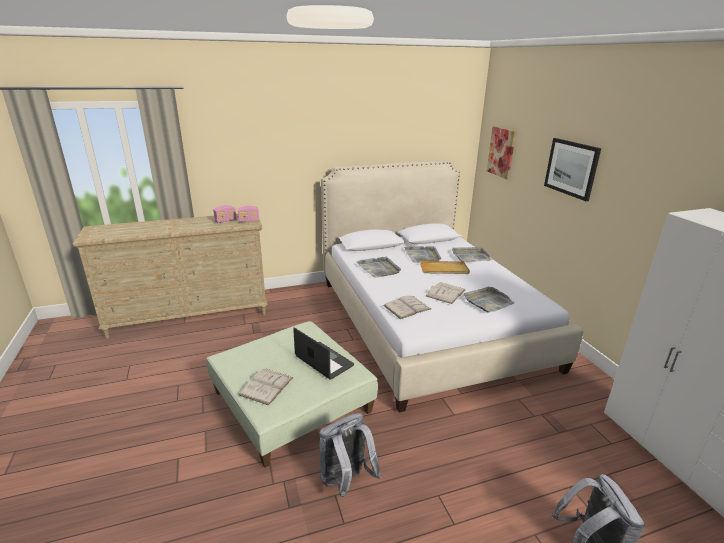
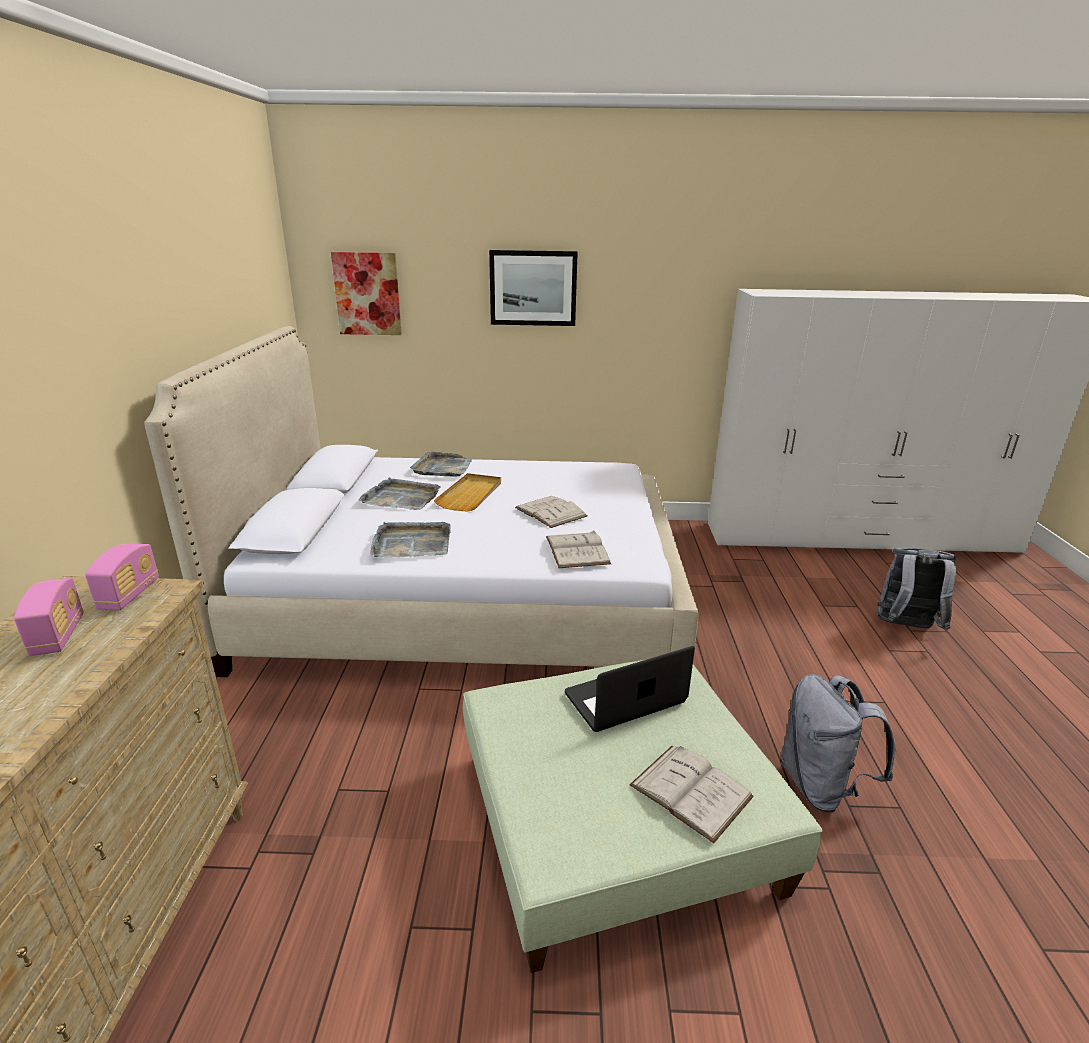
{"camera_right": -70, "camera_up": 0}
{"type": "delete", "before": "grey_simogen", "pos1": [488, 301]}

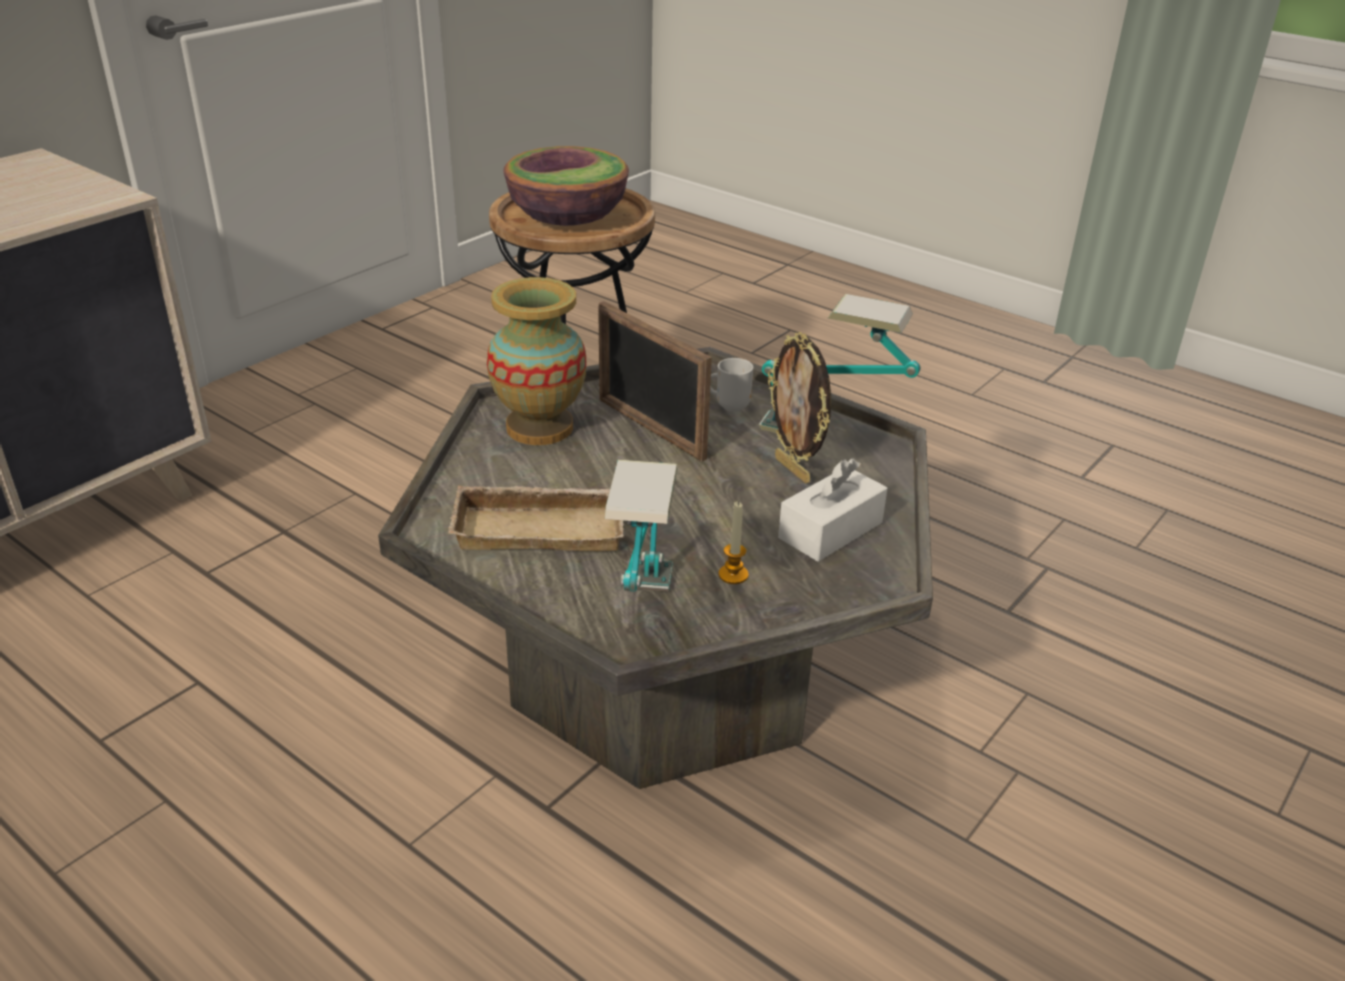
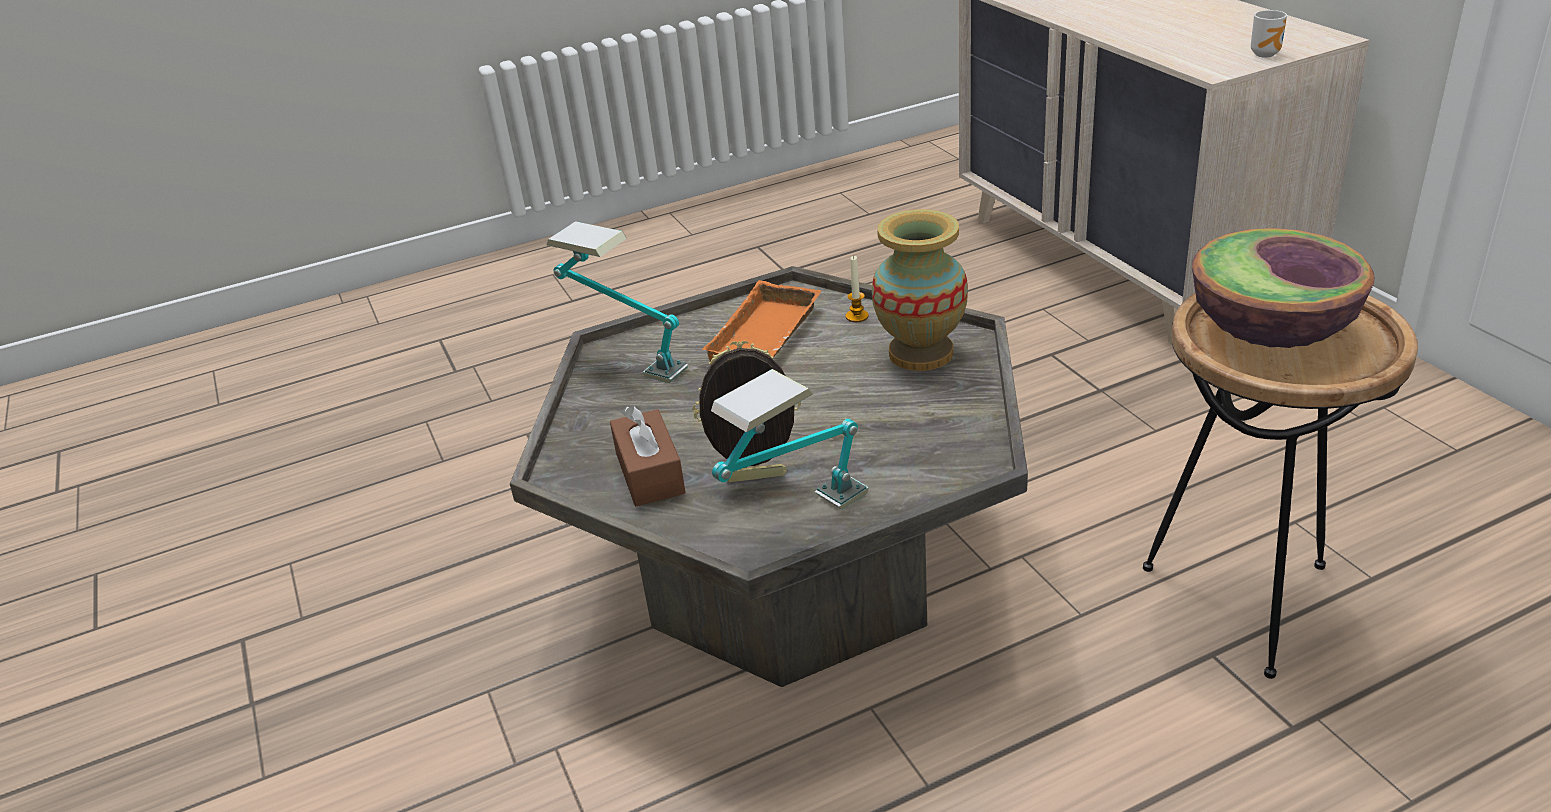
{"camera_right": 120, "camera_up": 0}
{"type": "recolor", "before": "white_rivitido", "after": "brown_rivitido", "pos1": [830, 530], "pos2": [650, 473]}
{"type": "recolor", "before": "beige_simogen", "after": "orange_simogen", "pos1": [542, 526], "pos2": [768, 336]}
{"type": "move", "before": "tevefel", "pos1": [733, 575], "pos2": [857, 316]}
{"type": "move", "before": "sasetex", "pos1": [730, 406], "pos2": [1267, 54]}
{"type": "delete", "before": "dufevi", "pos1": [650, 429]}

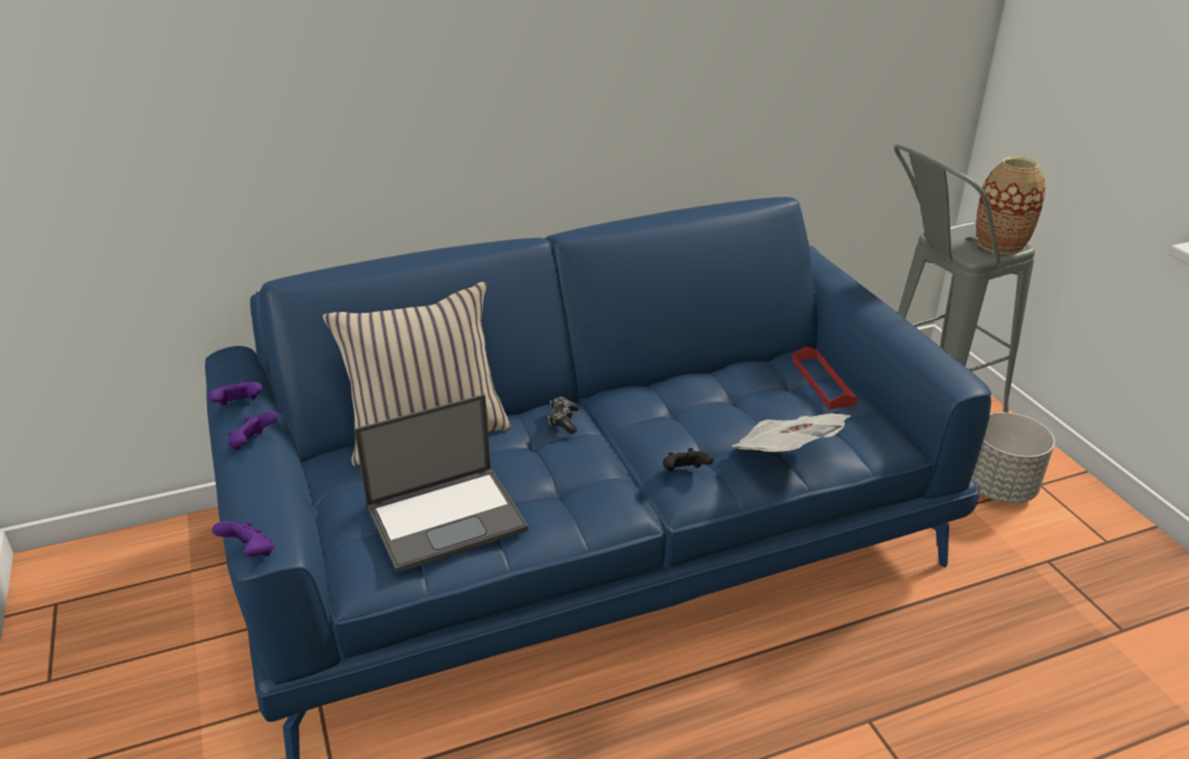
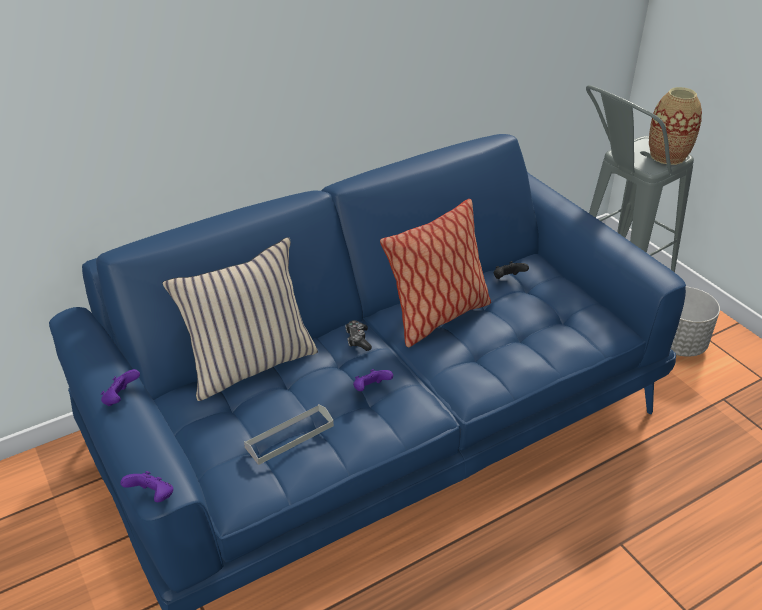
{"camera_right": -10, "camera_up": 5}
{"type": "replace", "before": "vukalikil", "after": "grey_simogen", "pos1": [448, 517], "pos2": [289, 436]}
{"type": "move", "before": "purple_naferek", "pos1": [239, 406], "pos2": [371, 389]}
{"type": "insert", "after": "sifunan", "pos2": [438, 317]}
{"type": "move", "before": "black_naferek", "pos1": [685, 473], "pos2": [508, 279]}
{"type": "delete", "before": "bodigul", "pos1": [786, 454]}
{"type": "delete", "before": "red_simogen", "pos1": [822, 382]}

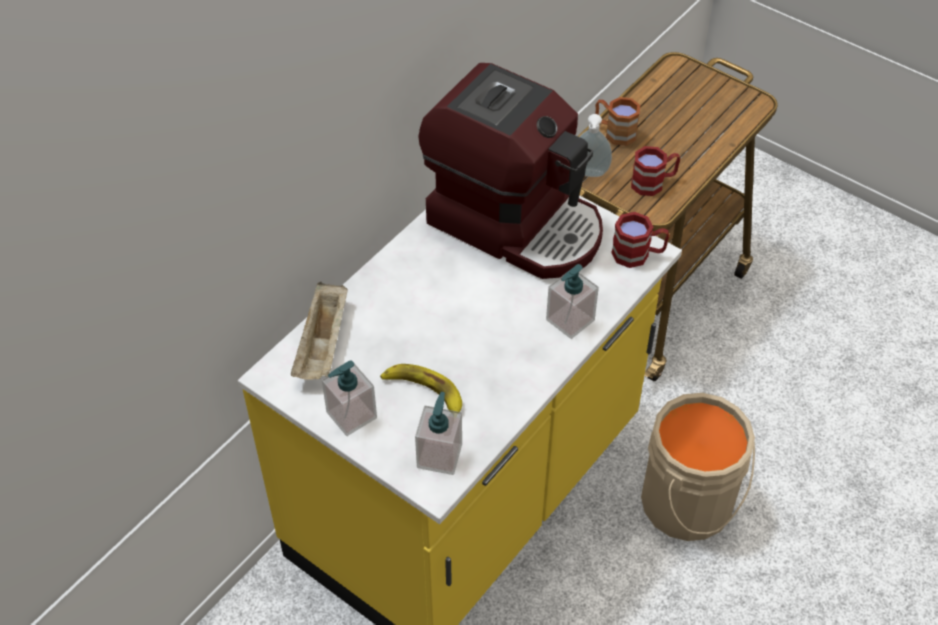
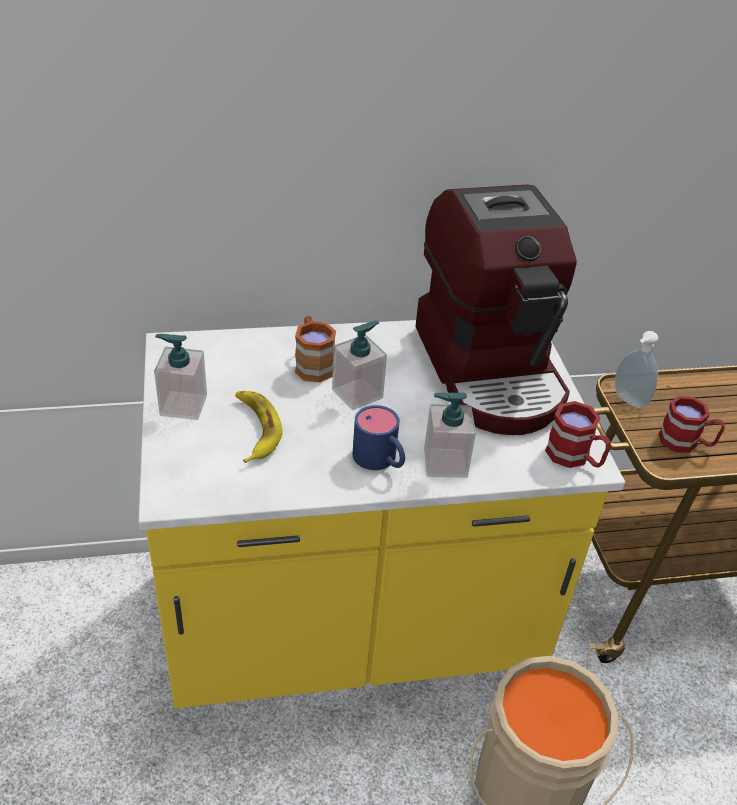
{"camera_right": 40, "camera_up": -10}
{"type": "move", "before": "brown_sasetex", "pos1": [614, 132], "pos2": [312, 364]}
{"type": "move", "before": "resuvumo", "pos1": [439, 455], "pos2": [357, 393]}
{"type": "insert", "after": "blue_sasetex", "pos2": [380, 461]}
{"type": "delete", "before": "beige_simogen", "pos1": [323, 345]}

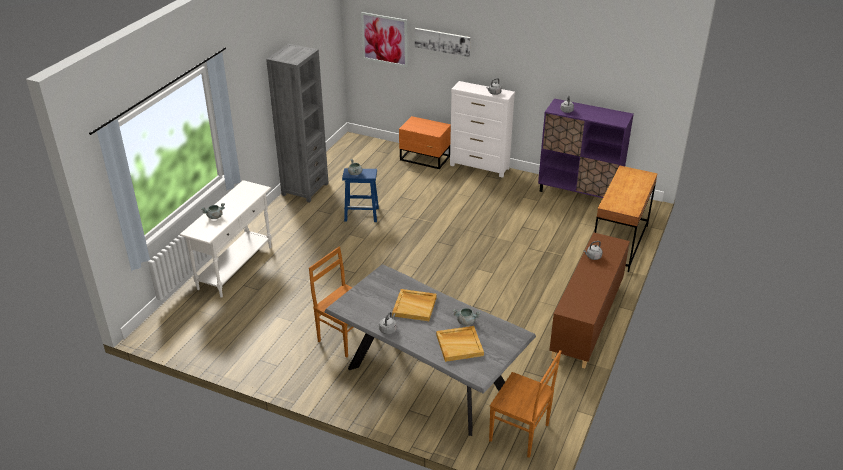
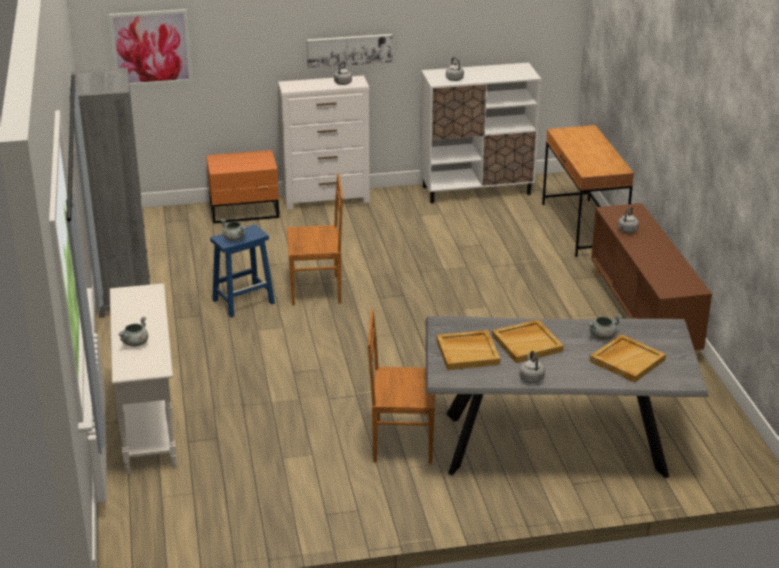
{"camera_right": -35, "camera_up": -5}
{"type": "move", "before": "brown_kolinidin", "pos1": [520, 433], "pos2": [317, 290]}
{"type": "move", "before": "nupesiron", "pos1": [442, 41], "pos2": [349, 50]}
{"type": "recolor", "before": "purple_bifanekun", "after": "white_bifanekun", "pos1": [579, 193], "pos2": [477, 190]}
{"type": "insert", "after": "beige_simogen", "pos2": [468, 352]}

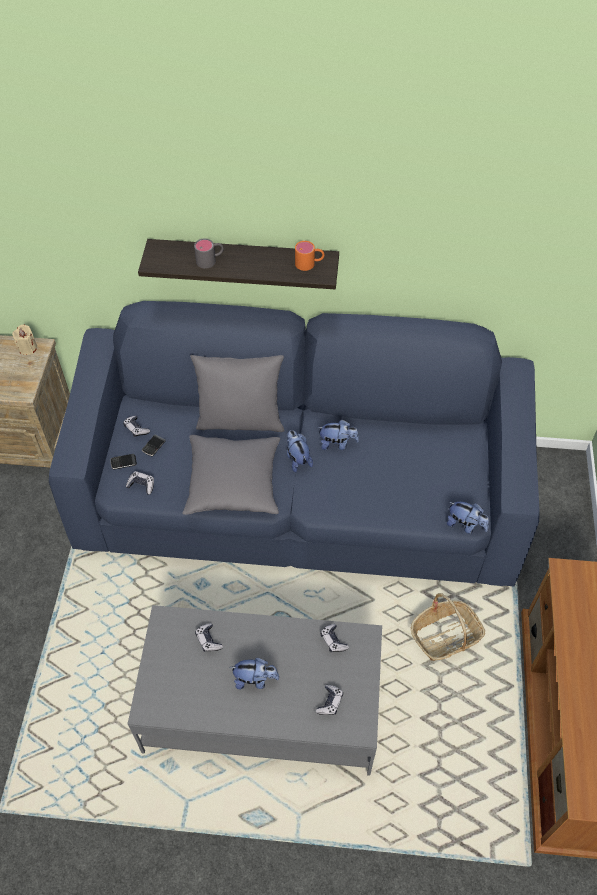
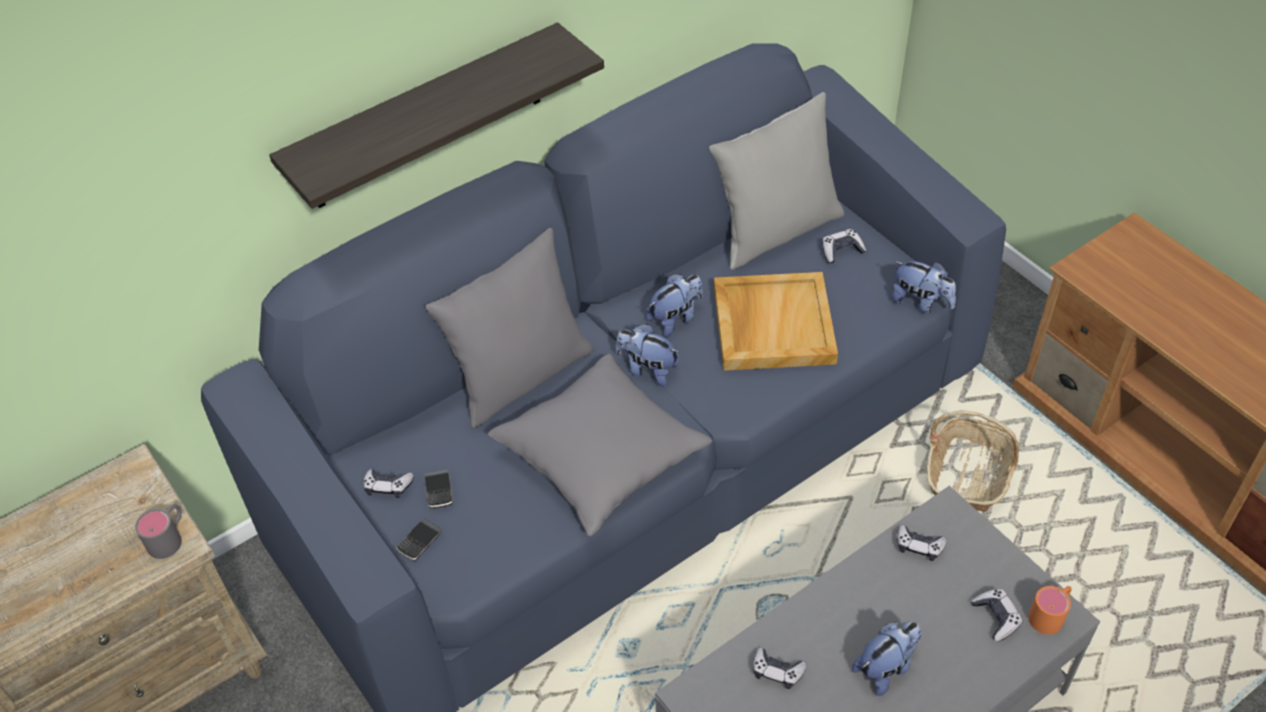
{"camera_right": -40, "camera_up": -5}
{"type": "move", "before": "grey_sasetex", "pos1": [210, 260], "pos2": [169, 537]}
{"type": "insert", "after": "grey_sifunan", "pos2": [776, 231]}
{"type": "insert", "after": "beige_simogen", "pos2": [772, 324]}
{"type": "move", "before": "naferek", "pos1": [141, 485], "pos2": [841, 251]}
{"type": "rotate", "before": "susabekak", "pos1": [465, 525], "pos2": [920, 302], "turn": 45}
{"type": "move", "before": "orange_sasetex", "pos1": [309, 263], "pos2": [1050, 614]}
{"type": "delete", "before": "beige_tevefel", "pos1": [27, 348]}

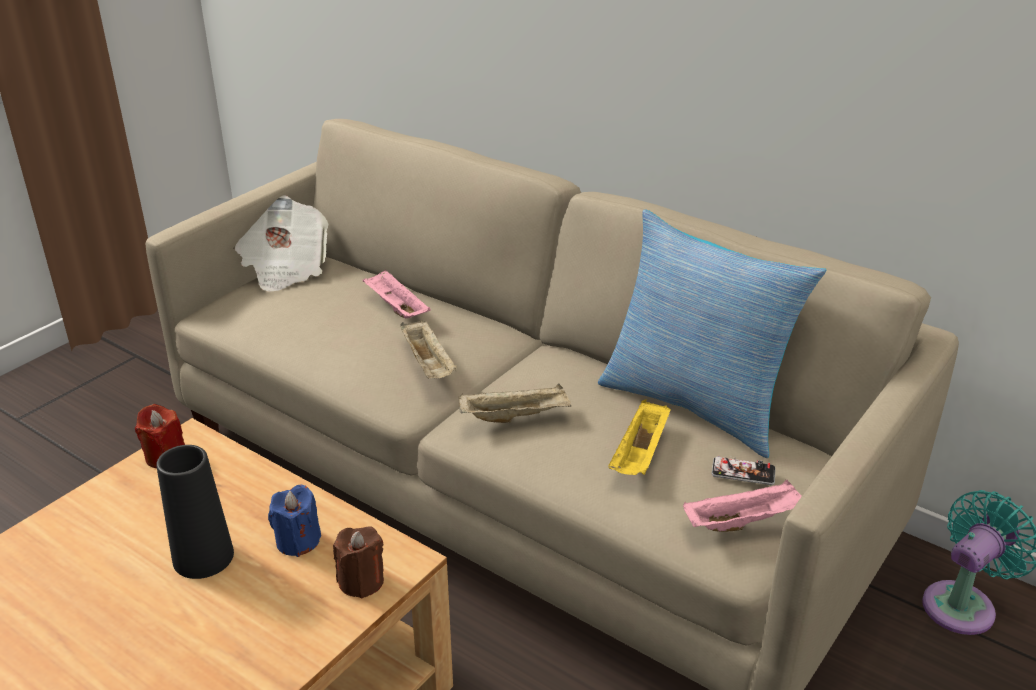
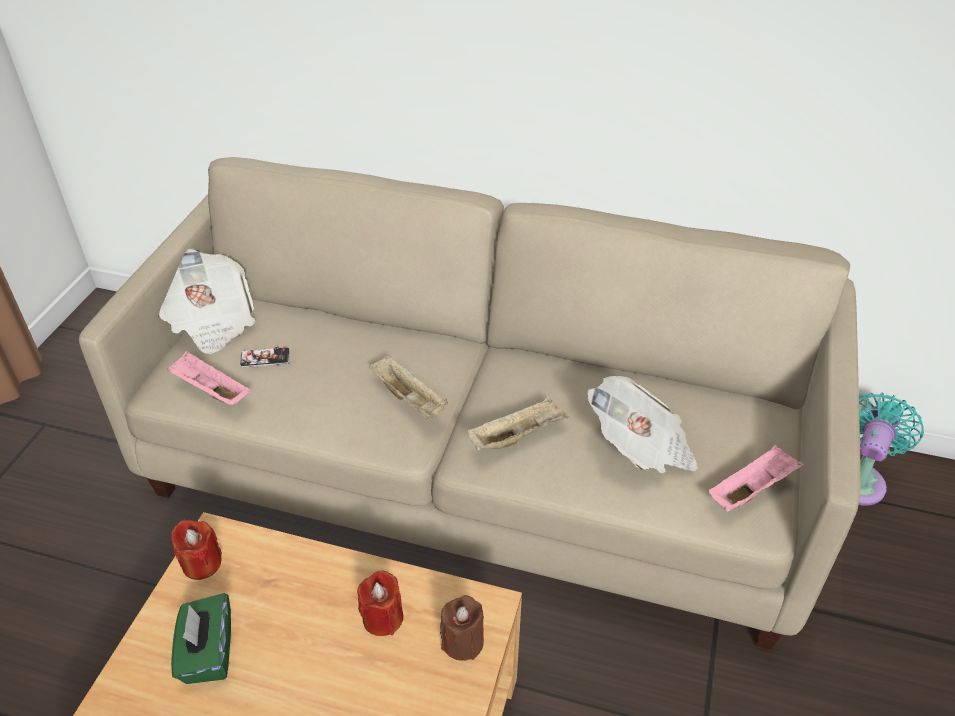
{"camera_right": -20, "camera_up": 10}
{"type": "move", "before": "pink_simogen", "pos1": [395, 308], "pos2": [210, 391]}
{"type": "insert", "after": "green_rivitido", "pos2": [208, 653]}
{"type": "move", "before": "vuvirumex", "pos1": [743, 472], "pos2": [265, 358]}
{"type": "recolor", "before": "blue_tevefel", "after": "red_tevefel", "pos1": [298, 541], "pos2": [382, 618]}
{"type": "replace", "before": "yellow_simogen", "after": "bodigul", "pos1": [640, 455], "pos2": [641, 447]}
{"type": "delete", "before": "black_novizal", "pos1": [203, 557]}
{"type": "delete", "before": "sifunan", "pos1": [696, 404]}

